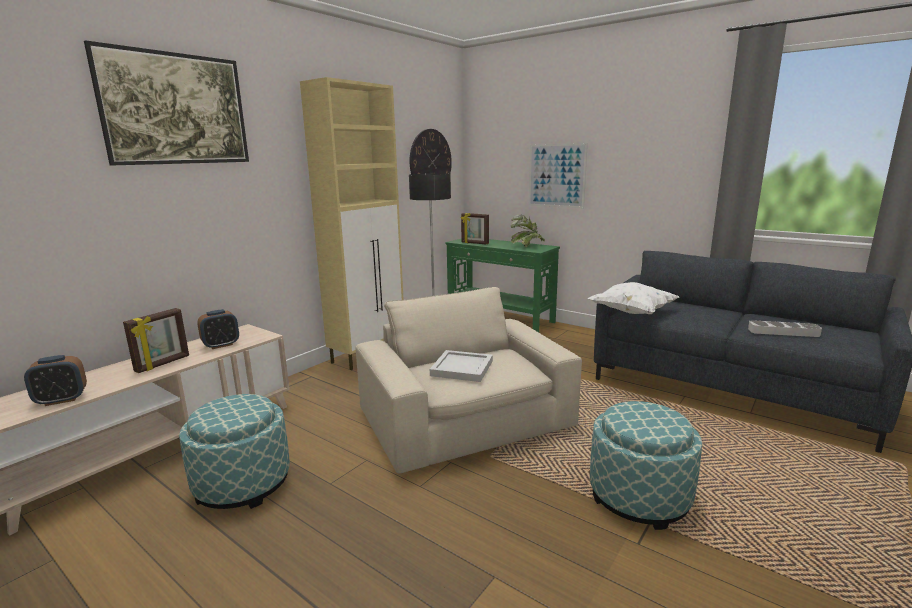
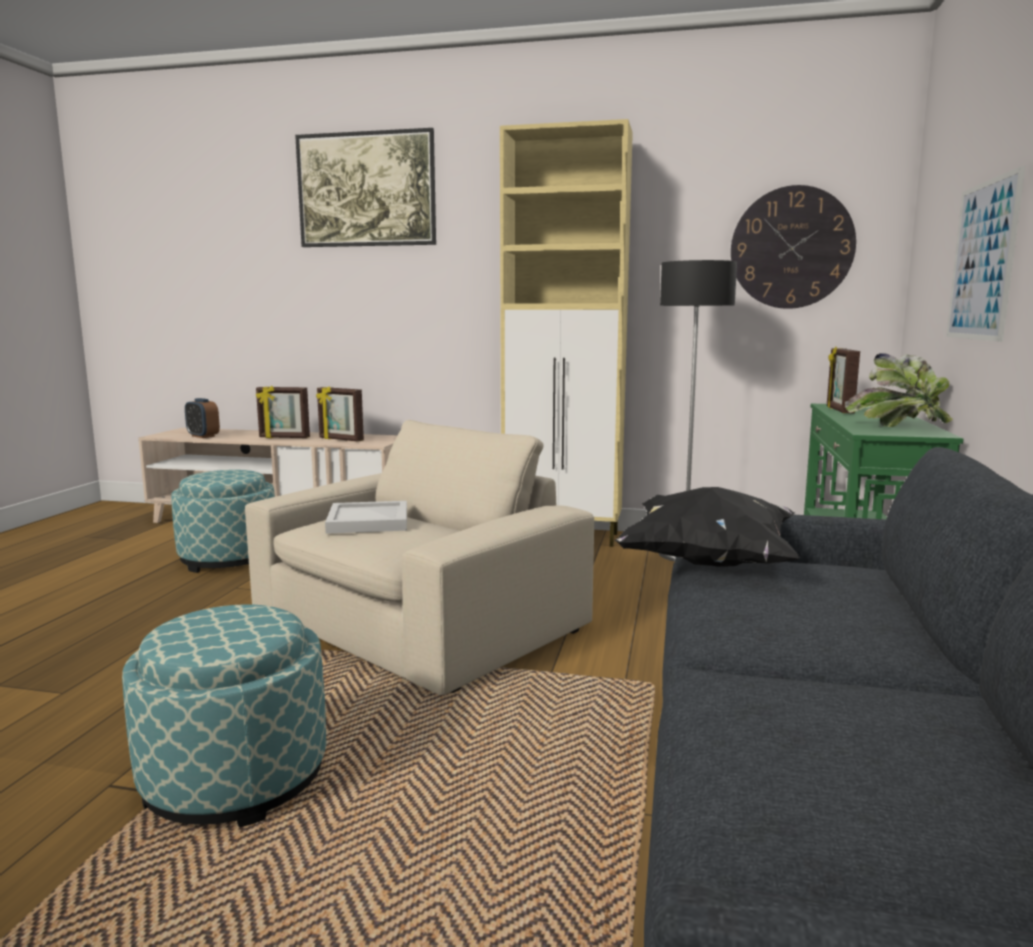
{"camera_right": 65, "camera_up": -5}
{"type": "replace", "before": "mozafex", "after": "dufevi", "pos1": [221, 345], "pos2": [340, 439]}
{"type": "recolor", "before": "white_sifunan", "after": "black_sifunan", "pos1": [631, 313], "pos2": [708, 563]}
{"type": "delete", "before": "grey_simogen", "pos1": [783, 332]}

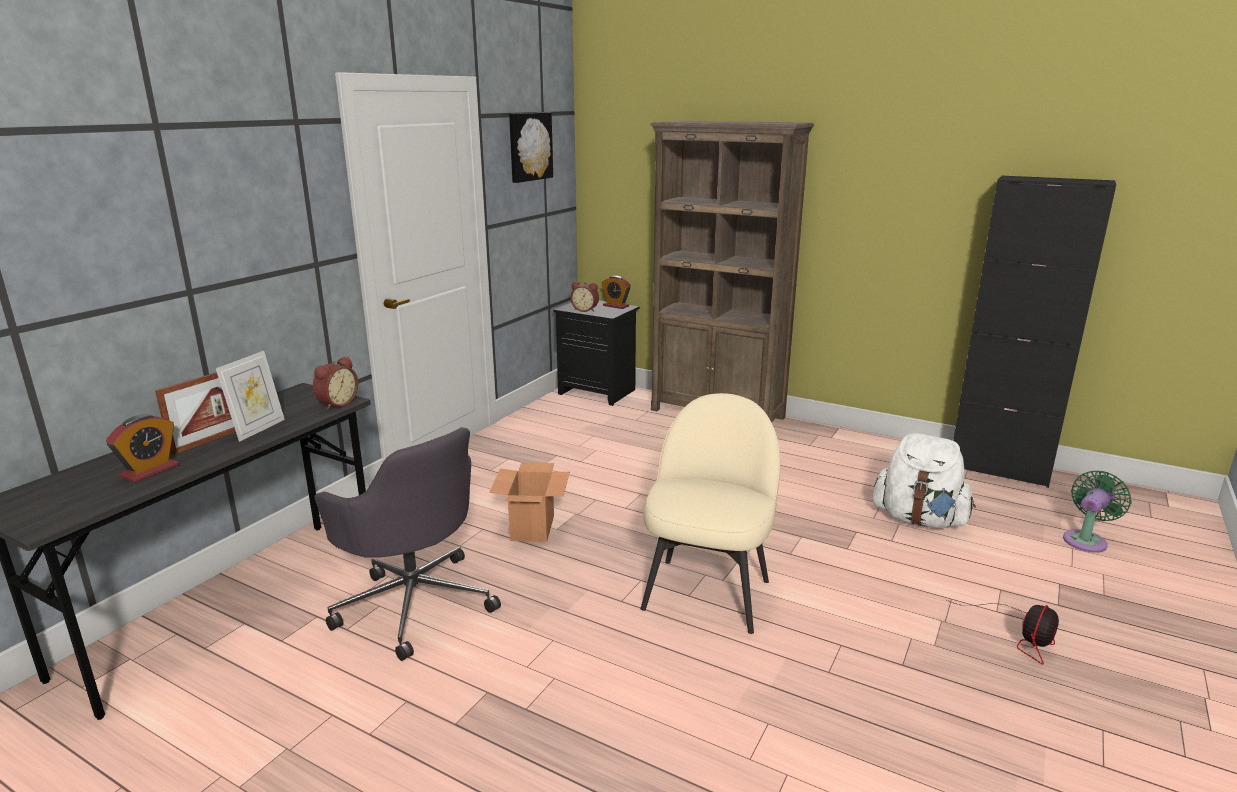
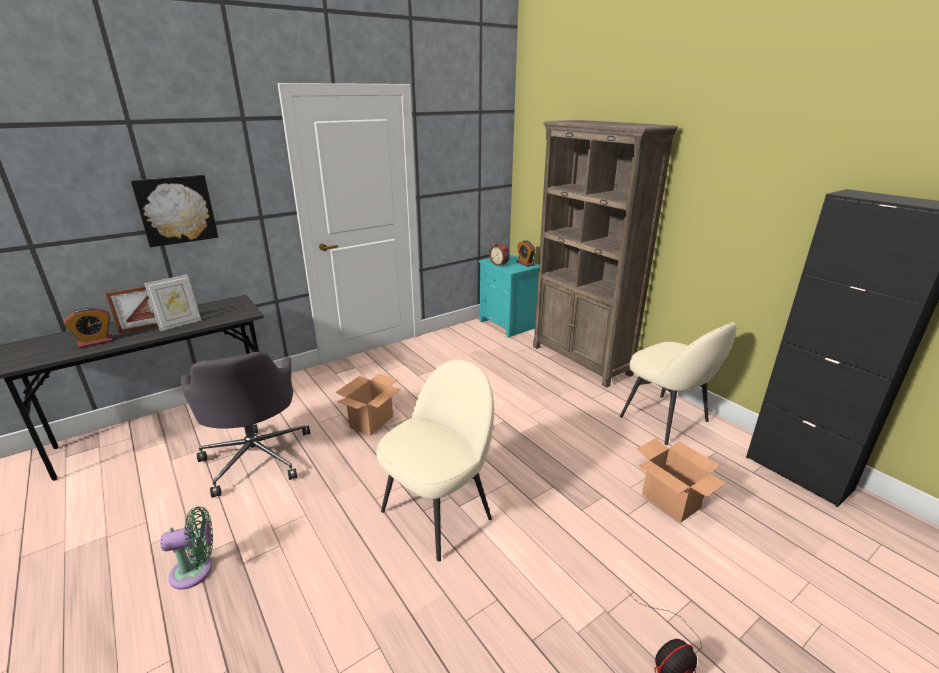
{"camera_right": 25, "camera_up": 5}
{"type": "move", "before": "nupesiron", "pos1": [529, 146], "pos2": [176, 210]}
{"type": "move", "before": "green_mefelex", "pos1": [1086, 540], "pos2": [196, 570]}
{"type": "recolor", "before": "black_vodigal", "after": "turquoise_vodigal", "pos1": [599, 392], "pos2": [509, 325]}
{"type": "insert", "after": "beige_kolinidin", "pos2": [666, 420]}
{"type": "replace", "before": "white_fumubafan", "after": "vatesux", "pos1": [919, 519], "pos2": [671, 502]}
{"type": "delete", "before": "mozafex", "pos1": [336, 403]}

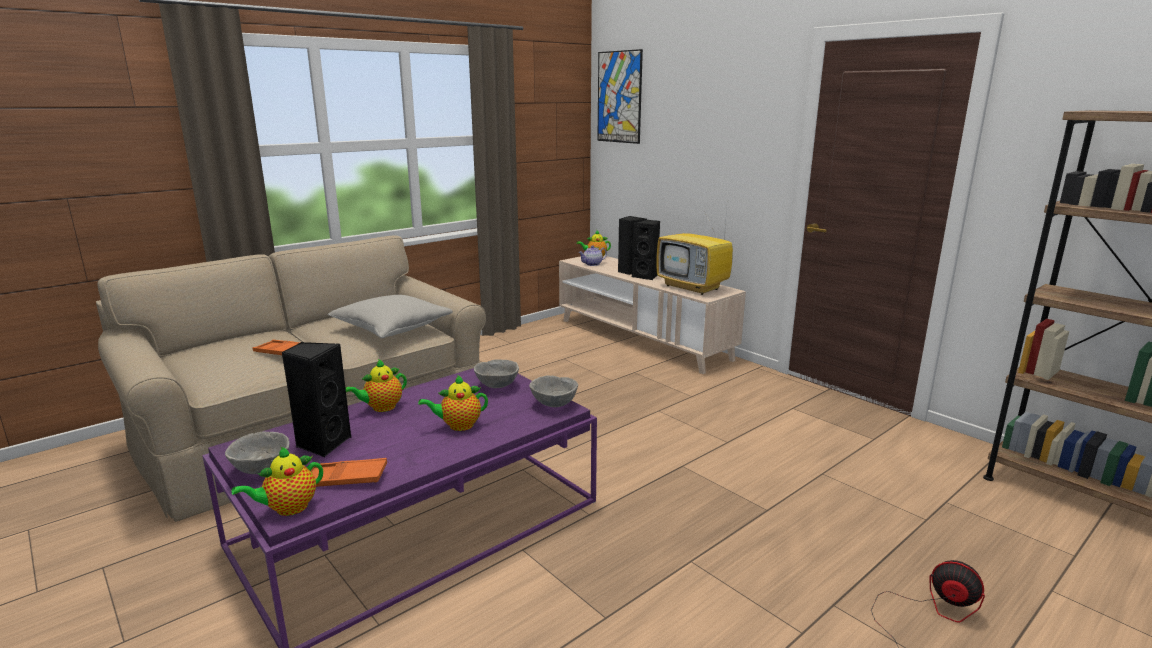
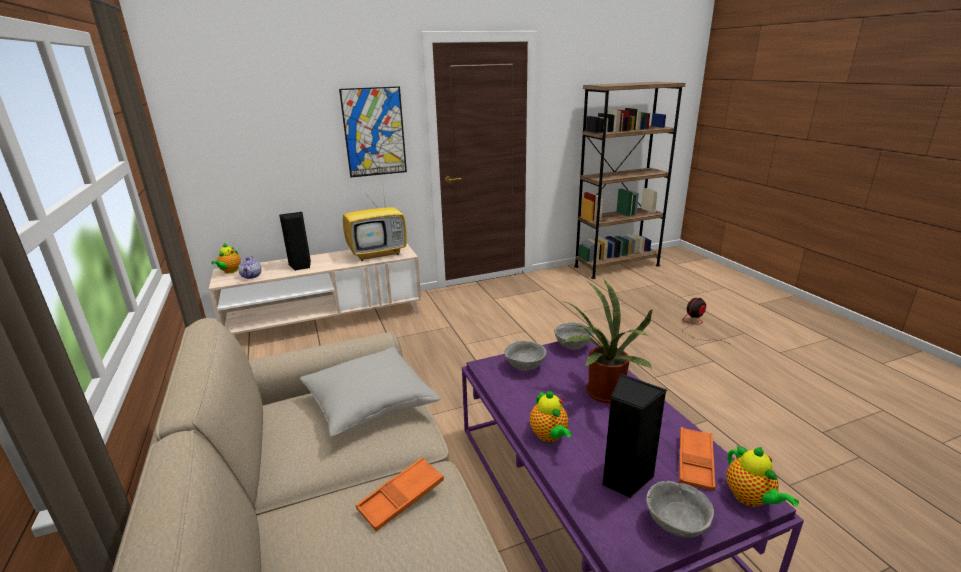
{"camera_right": -70, "camera_up": 5}
{"type": "move", "before": "nupesiron", "pos1": [619, 97], "pos2": [374, 132]}
{"type": "replace", "before": "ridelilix", "after": "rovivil", "pos1": [458, 426], "pos2": [601, 394]}
{"type": "delete", "before": "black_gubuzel", "pos1": [646, 276]}

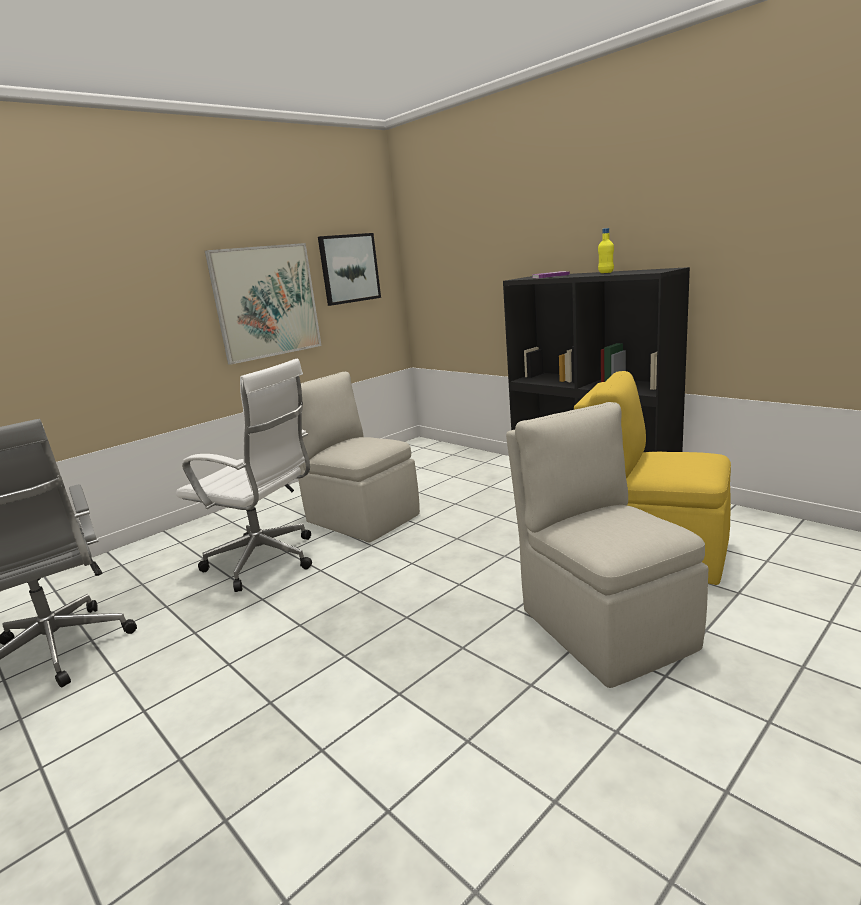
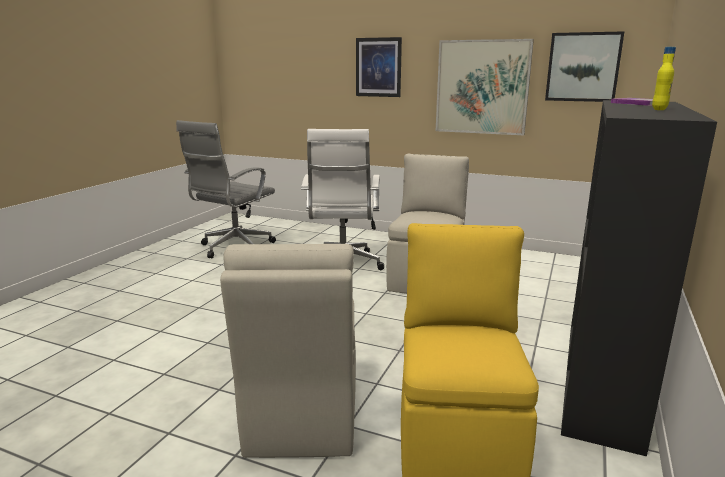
{"camera_right": 65, "camera_up": 0}
{"type": "rotate", "before": "beige_kolinidin", "pos1": [604, 626], "pos2": [302, 416], "turn": 135}
{"type": "insert", "after": "nupesiron", "pos2": [378, 67]}

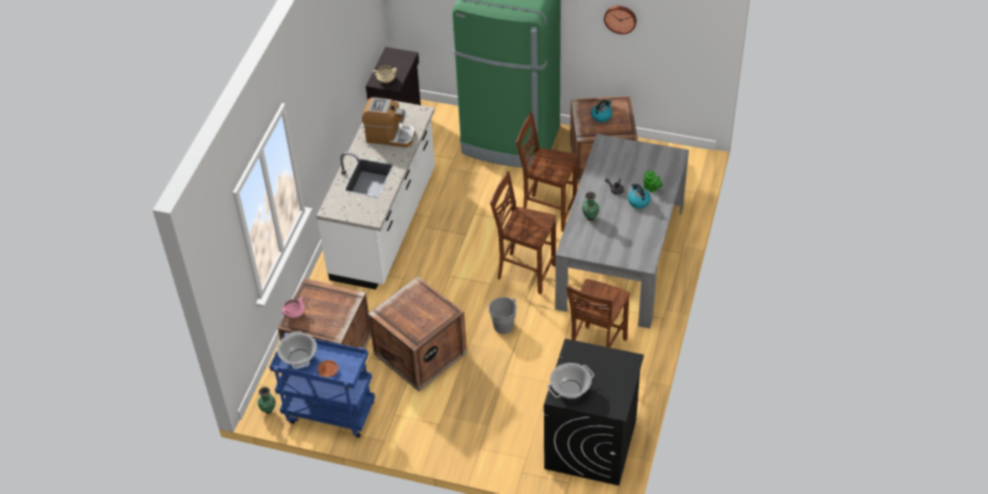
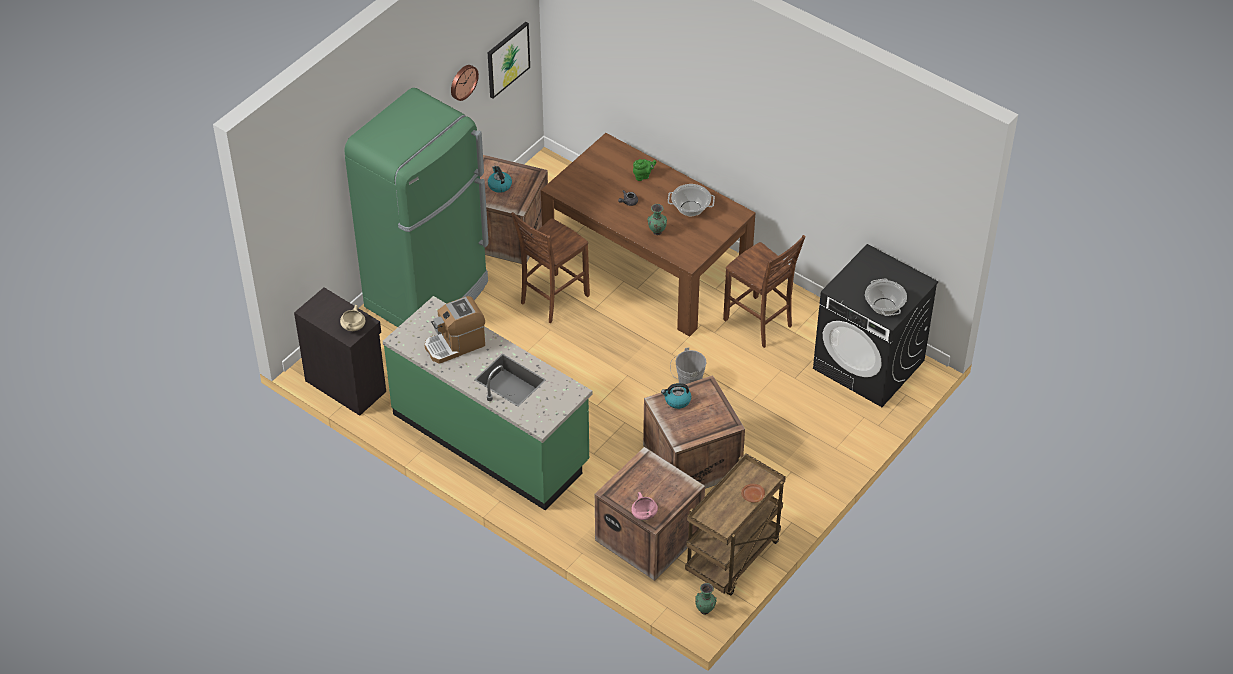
{"camera_right": -70, "camera_up": 0}
{"type": "recolor", "before": "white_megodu", "after": "green_megodu", "pos1": [385, 225], "pos2": [491, 439]}
{"type": "rotate", "before": "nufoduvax", "pos1": [390, 136], "pos2": [455, 344], "turn": -150}
{"type": "insert", "after": "nupesiron", "pos2": [507, 59]}
{"type": "recolor", "before": "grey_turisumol", "after": "brown_turisumol", "pos1": [621, 255], "pos2": [646, 264]}
{"type": "move", "before": "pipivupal", "pos1": [638, 201], "pos2": [677, 400]}
{"type": "move", "before": "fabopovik", "pos1": [298, 357], "pos2": [690, 209]}
{"type": "recolor", "before": "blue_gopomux", "after": "brown_gopomux", "pos1": [328, 413], "pos2": [733, 559]}
{"type": "delete", "before": "brown_kolinidin", "pos1": [525, 272]}

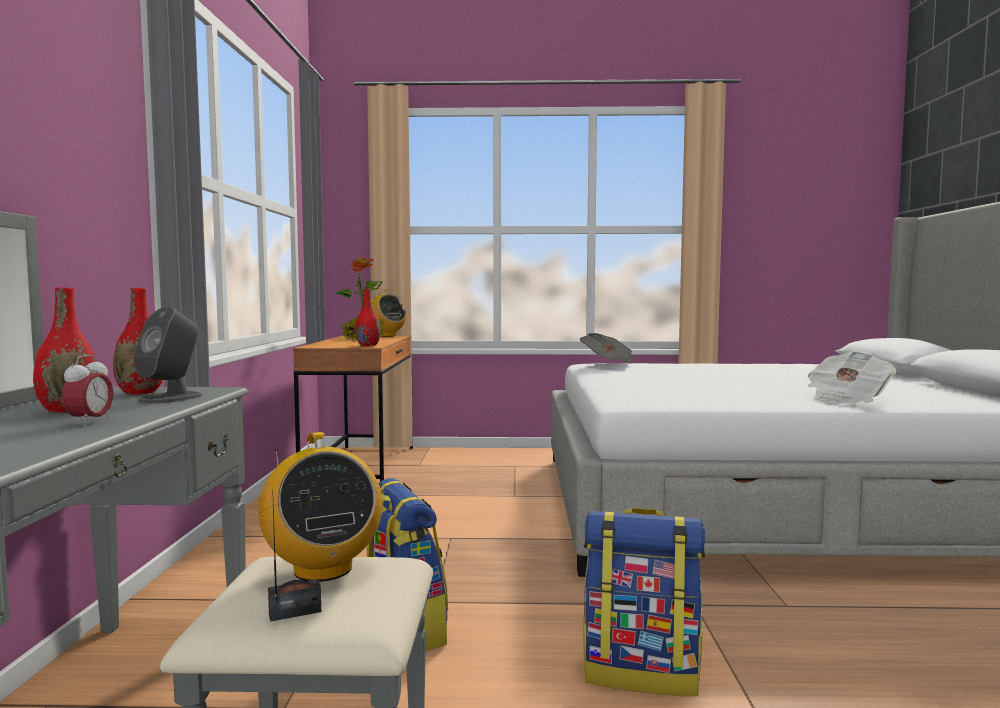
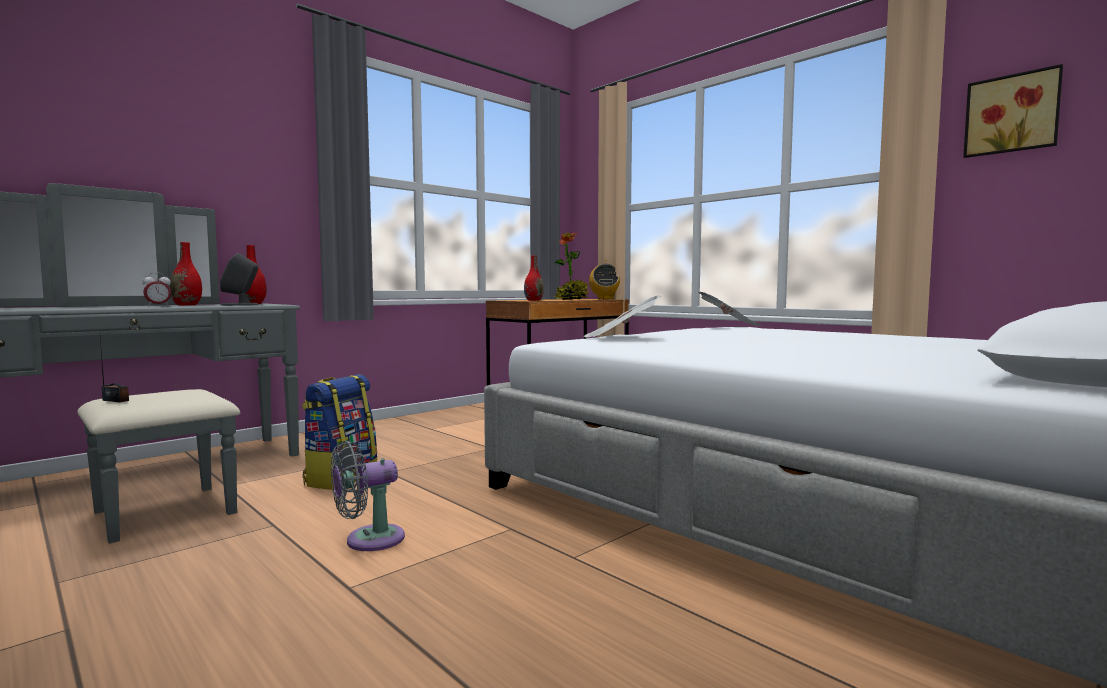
{"camera_right": 45, "camera_up": 0}
{"type": "replace", "before": "fumubafan", "after": "grey_mefelex", "pos1": [641, 672], "pos2": [369, 540]}
{"type": "move", "before": "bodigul", "pos1": [846, 400], "pos2": [620, 337]}
{"type": "insert", "after": "nupesiron", "pos2": [1011, 114]}
{"type": "delete", "before": "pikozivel", "pos1": [322, 569]}

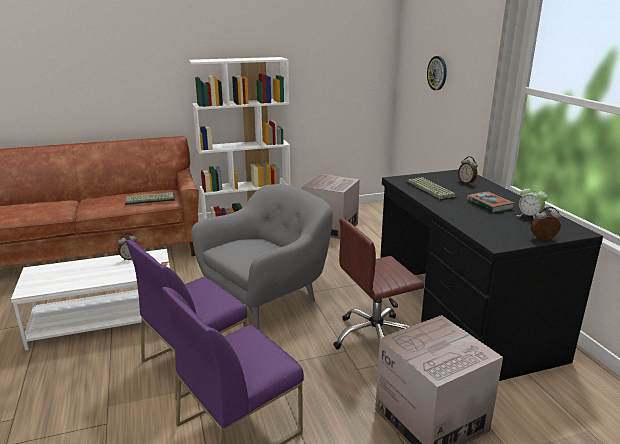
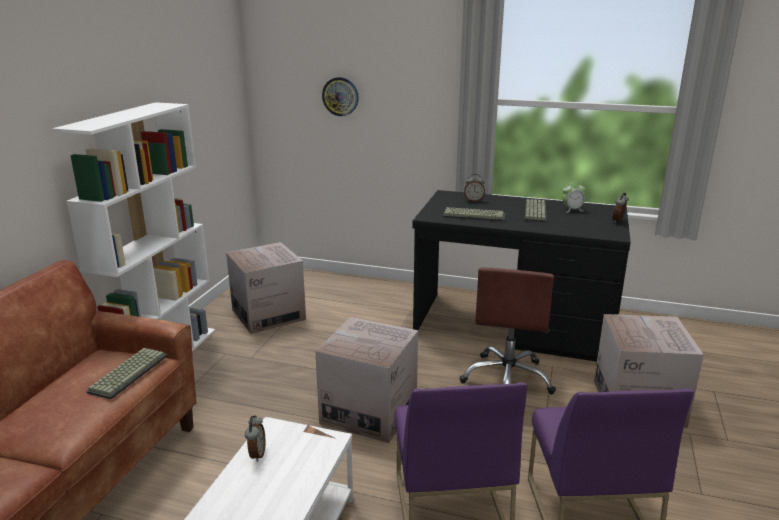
{"camera_right": -55, "camera_up": 0}
{"type": "replace", "before": "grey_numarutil", "after": "vatesux", "pos1": [267, 298], "pos2": [369, 411]}
{"type": "replace", "before": "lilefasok", "after": "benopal", "pos1": [489, 205], "pos2": [534, 211]}

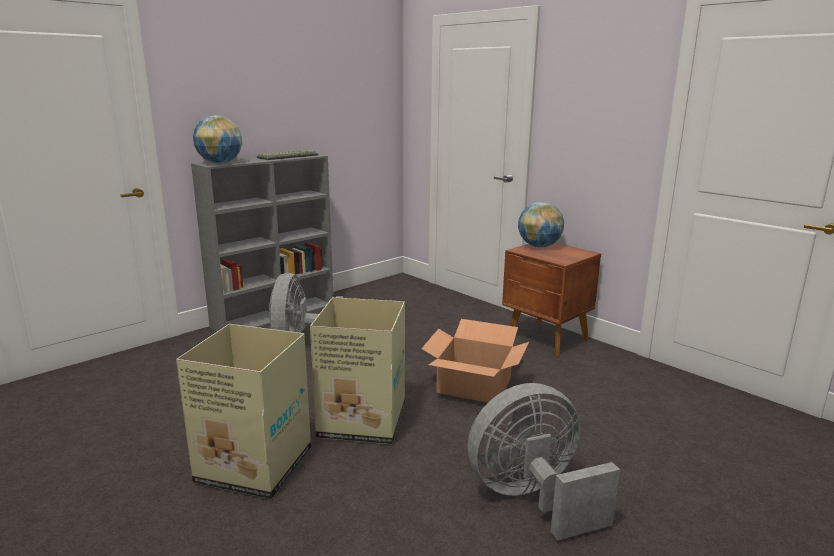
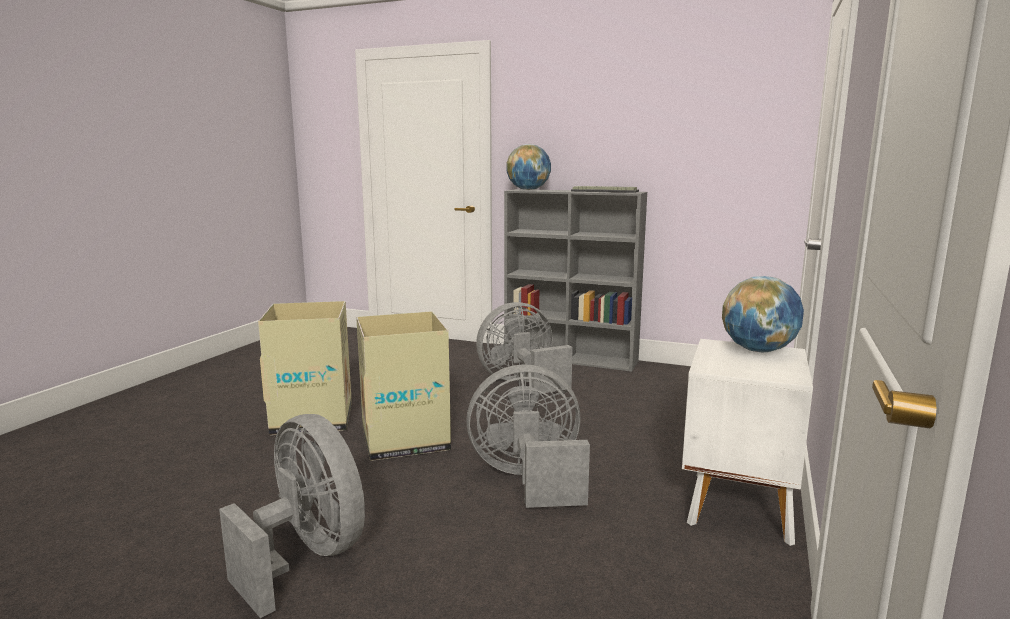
{"camera_right": 65, "camera_up": -5}
{"type": "replace", "before": "vatesux", "after": "grey_mefelex", "pos1": [474, 386], "pos2": [529, 479]}
{"type": "recolor", "before": "brown_vodigal", "after": "white_vodigal", "pos1": [547, 339], "pos2": [738, 507]}

